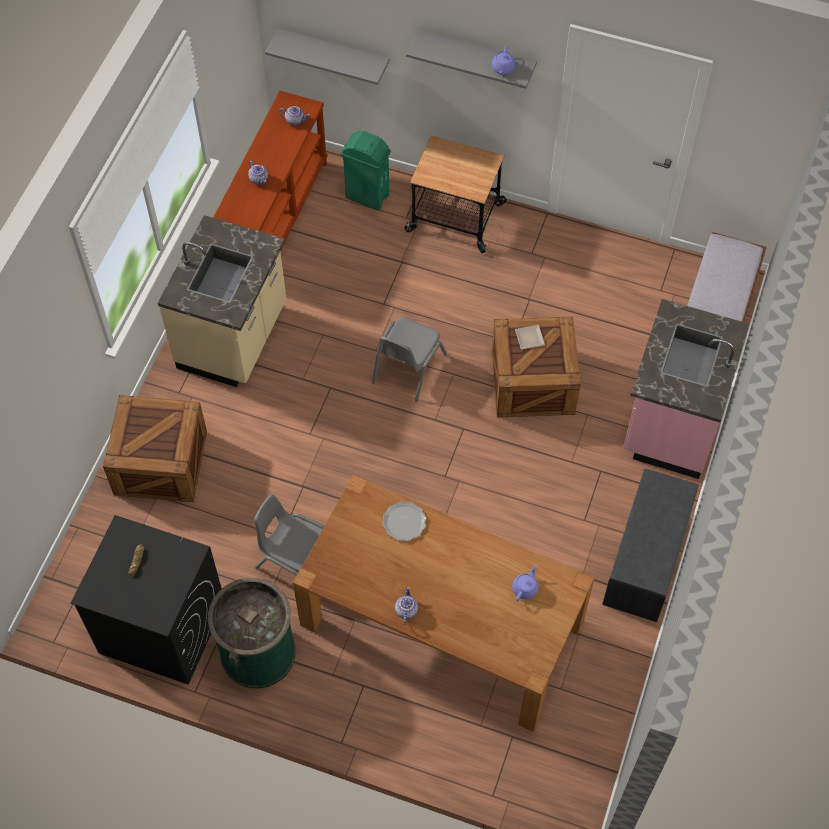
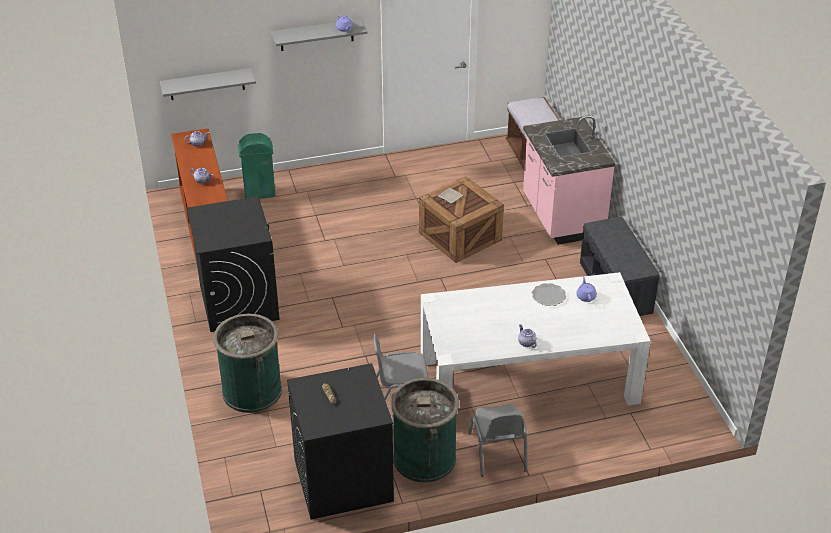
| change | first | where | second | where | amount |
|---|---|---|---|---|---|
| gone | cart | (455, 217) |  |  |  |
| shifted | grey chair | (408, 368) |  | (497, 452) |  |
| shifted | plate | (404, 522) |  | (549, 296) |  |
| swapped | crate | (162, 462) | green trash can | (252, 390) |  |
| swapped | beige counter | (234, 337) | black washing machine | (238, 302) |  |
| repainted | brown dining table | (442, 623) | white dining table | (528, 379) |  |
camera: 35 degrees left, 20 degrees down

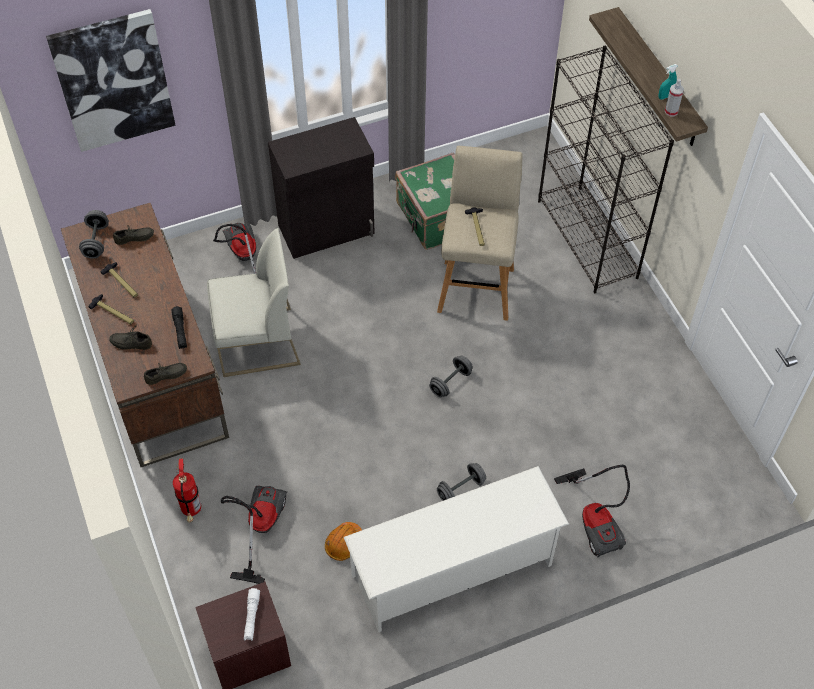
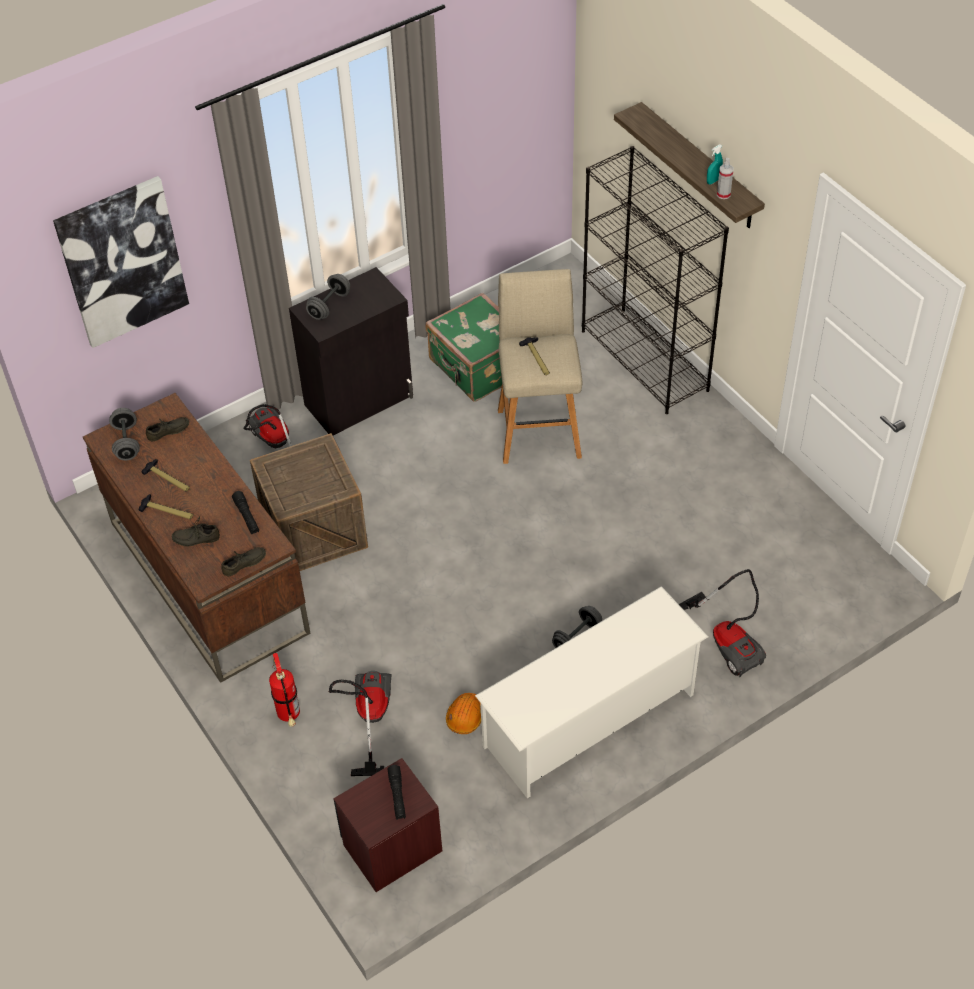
| change | first | where | second | where | amount |
|---|---|---|---|---|---|
| shifted | grey dumbbell | (450, 382) |  | (329, 305) |  |
| swapped | white chair | (256, 342) | crate | (314, 530) |  |
| repainted | white flashlight | (251, 617) | black flashlight | (397, 795) |  |
camera: 10 degrees left, 5 degrees down

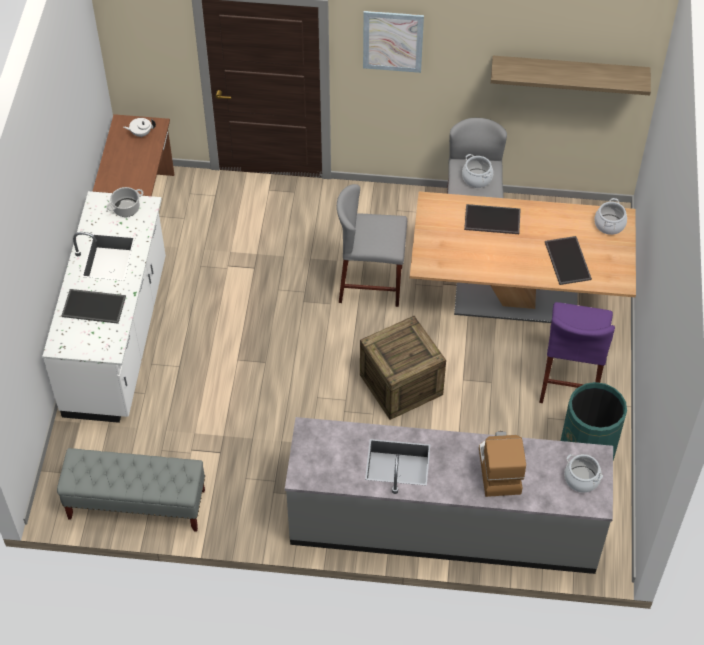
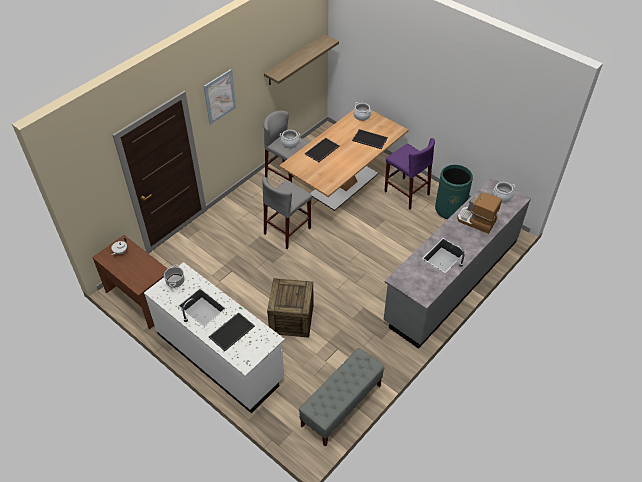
| change | first | where | second | where | amount |
|---|---|---|---|---|---|
| shifted | crate | (401, 384) |  | (291, 319) |  |
camera: 55 degrees left, 5 degrees down

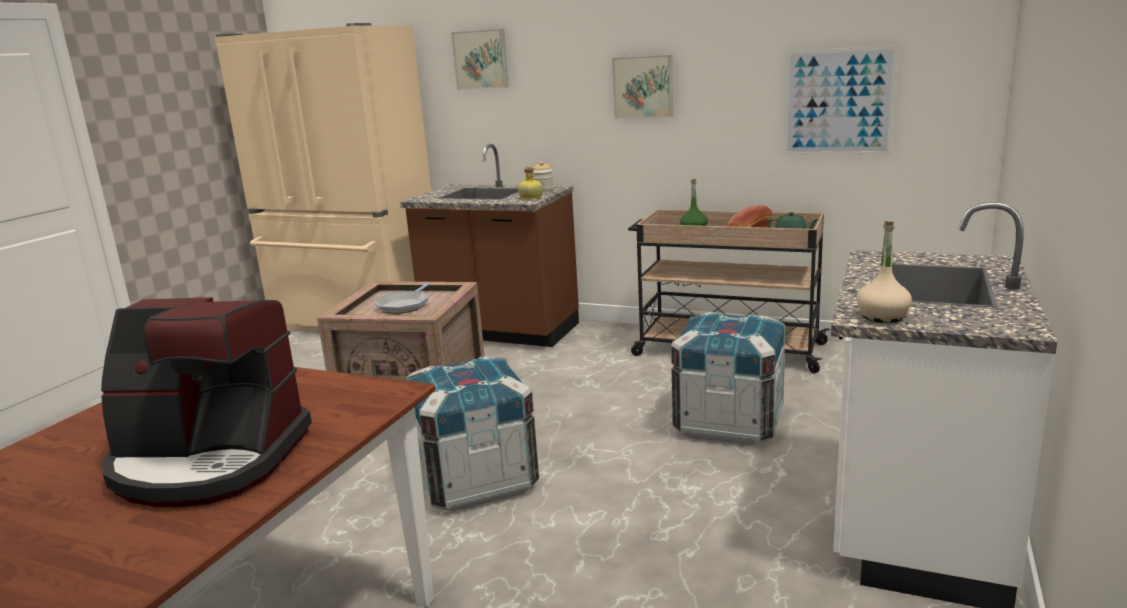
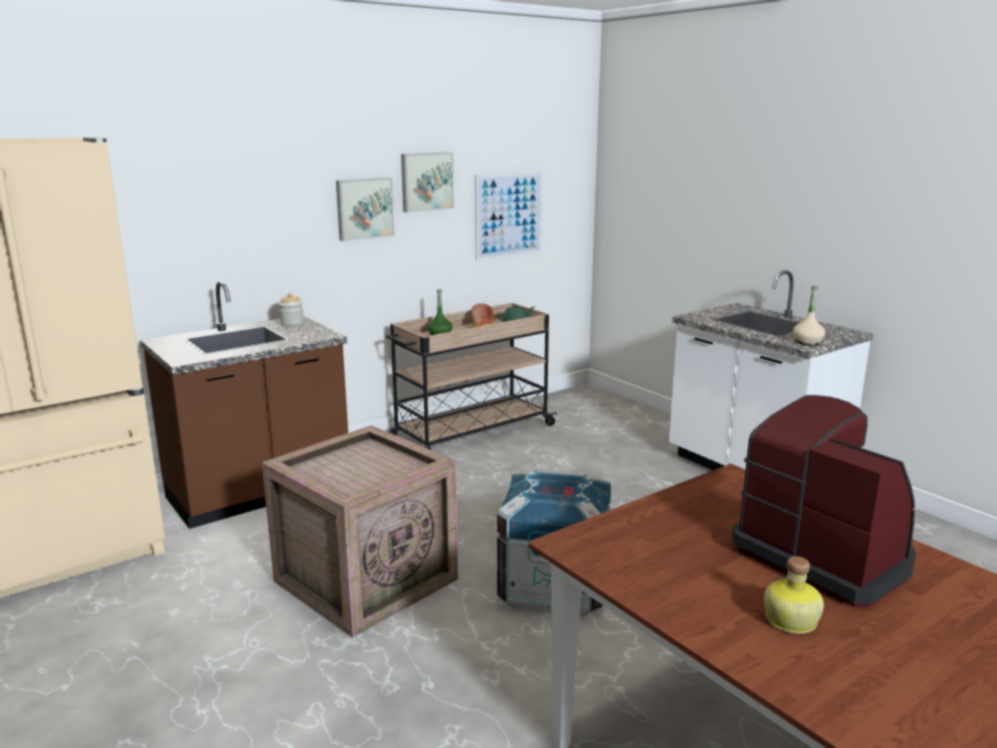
| change | first | where | second | where | amount |
|---|---|---|---|---|---|
| gone | frying pan | (404, 305) |  |  |  |
| gone | crate | (729, 422) |  |  |  |
| shifted | picture | (481, 59) |  | (426, 181) |  |
| shifted | bottle | (530, 198) |  | (790, 621) |  |
| rotated | coffee machine | (209, 461) |  | (824, 556) | 75 degrees counterclockwise |
camera: 60 degrees left, 0 degrees up

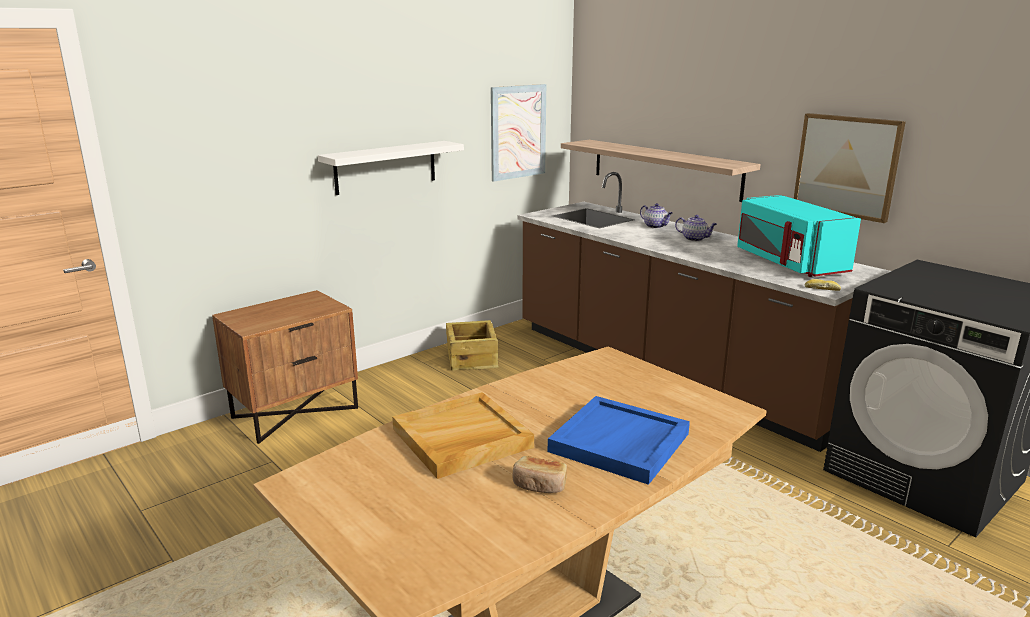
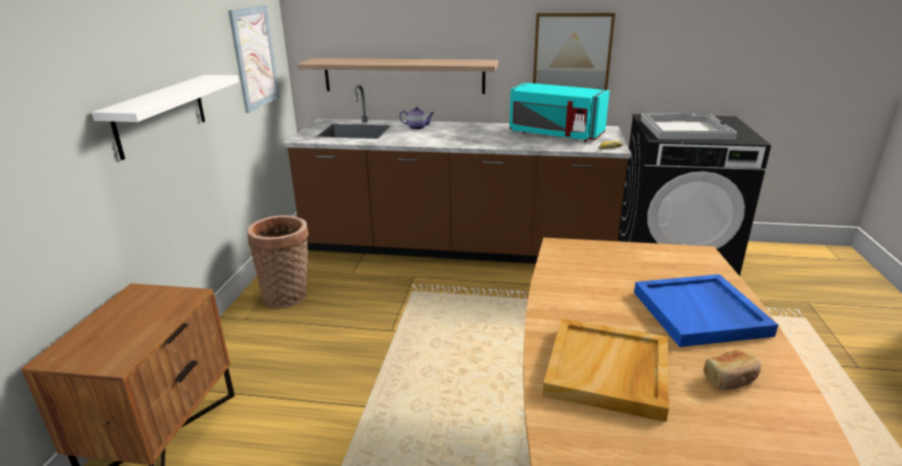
| change | first | where | second | where | amount |
|---|---|---|---|---|---|
| gone | teapot | (695, 239) |  |  |  |
| new |  |  | white tray | (684, 129) |  |
| swapped | crate | (472, 358) | basket | (288, 296) |  |
camera: 40 degrees left, 5 degrees up

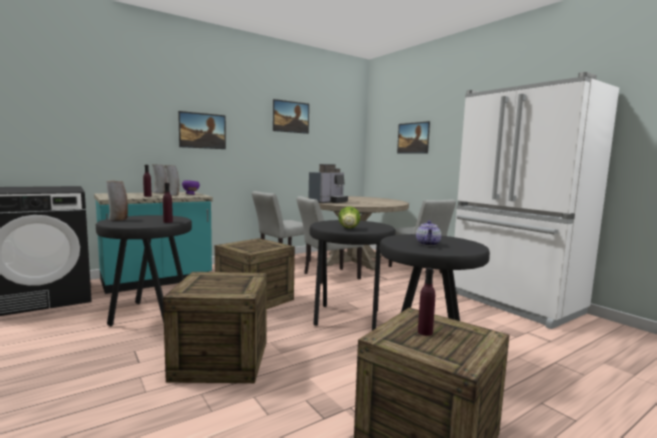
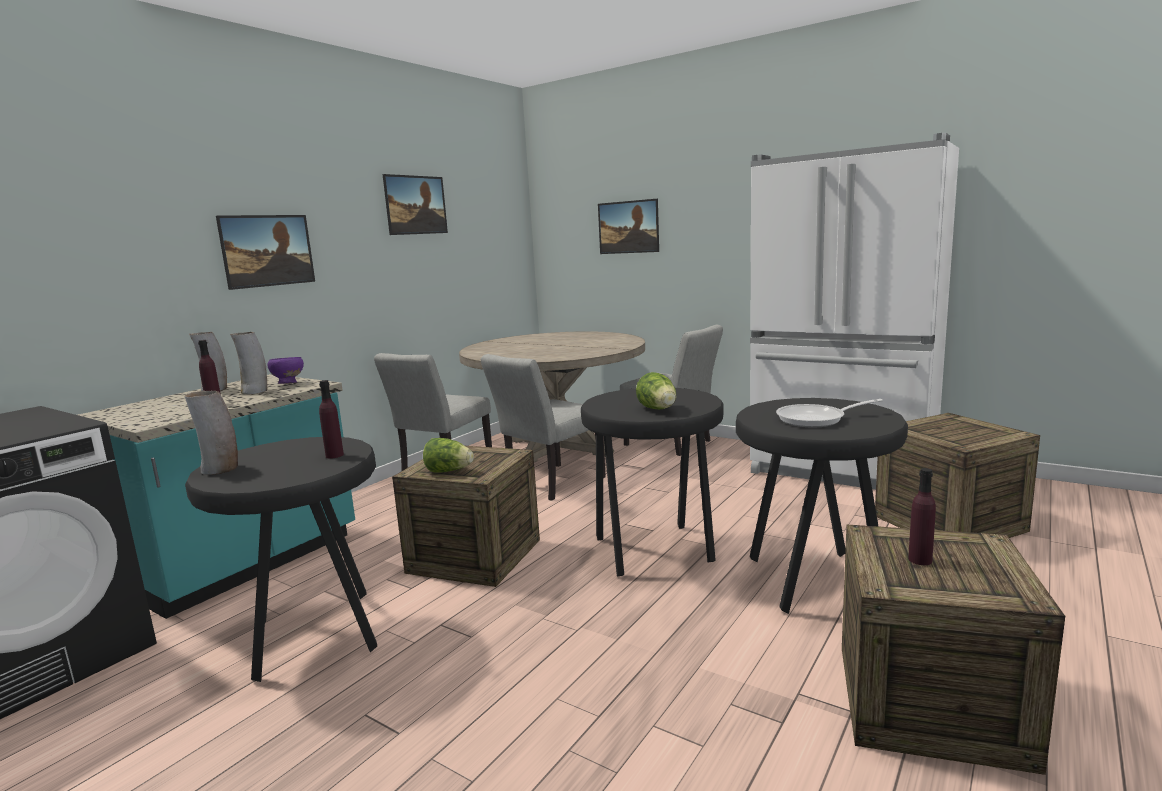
| change | first | where | second | where | amount |
|---|---|---|---|---|---|
| gone | coffee machine | (328, 201) |  |  |  |
| new |  |  | lettuce | (449, 471) |  |
| shifted | crate | (221, 360) |  | (949, 523) |  |
| swapped | teapot | (428, 244) | frying pan | (816, 419) |  |
camera: 20 degrees left, 5 degrees up

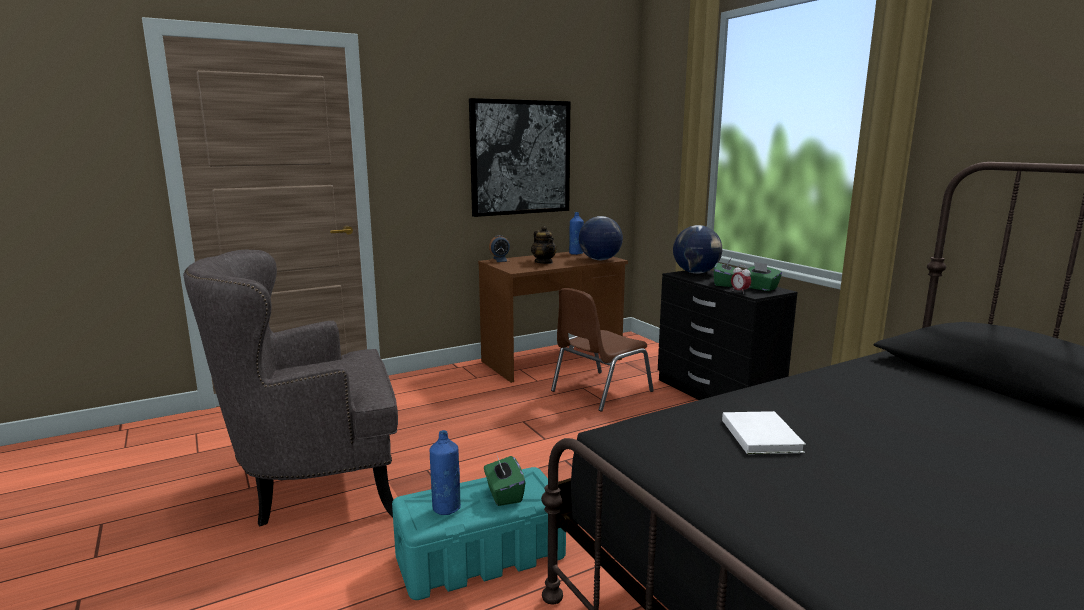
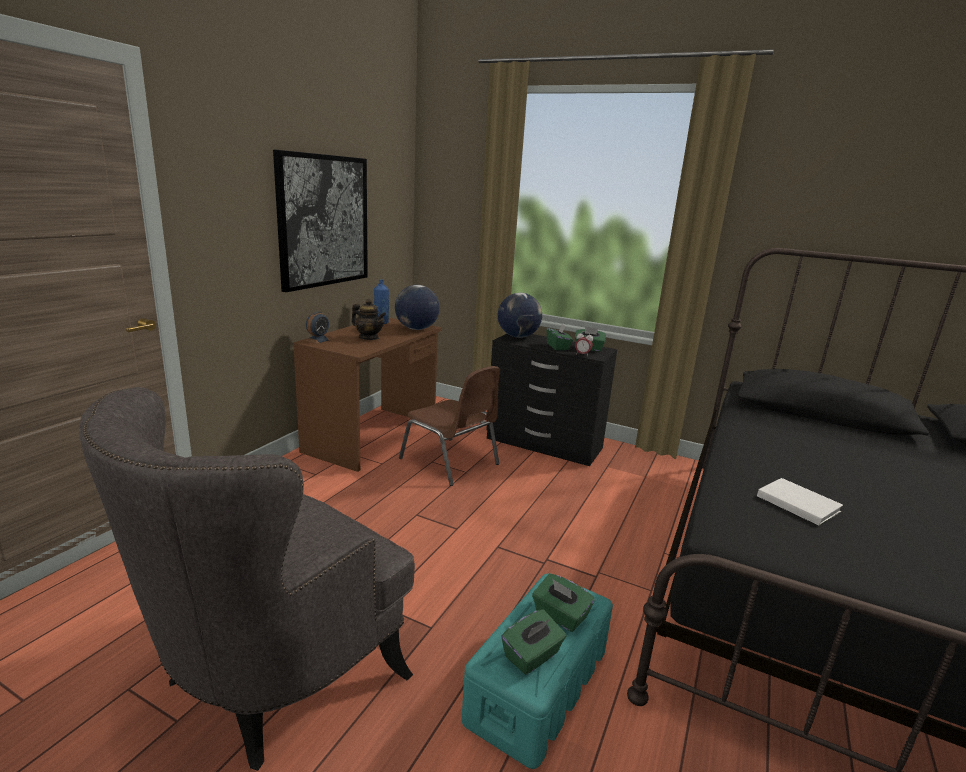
| change | first | where | second | where | amount |
|---|---|---|---|---|---|
| swapped | blue bottle | (446, 508) | green tissue box | (532, 656) |  |
| rotated | brown chair | (599, 391) |  | (450, 462) | 60 degrees counterclockwise |
camera: 35 degrees left, 5 degrees up

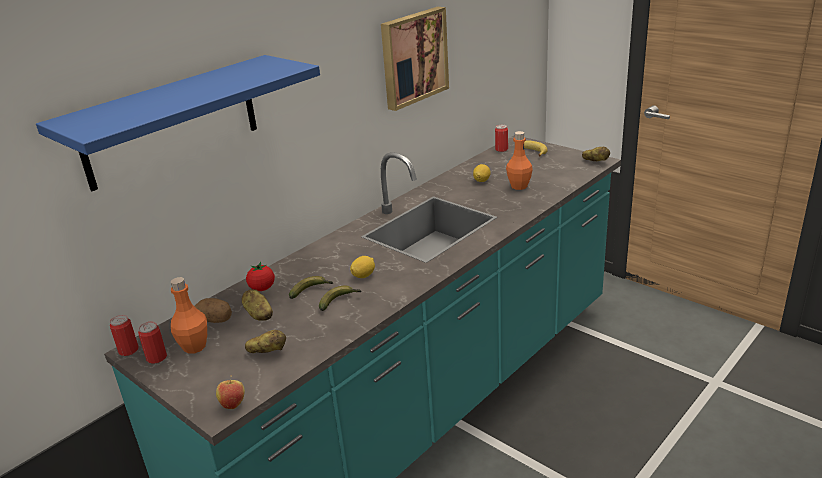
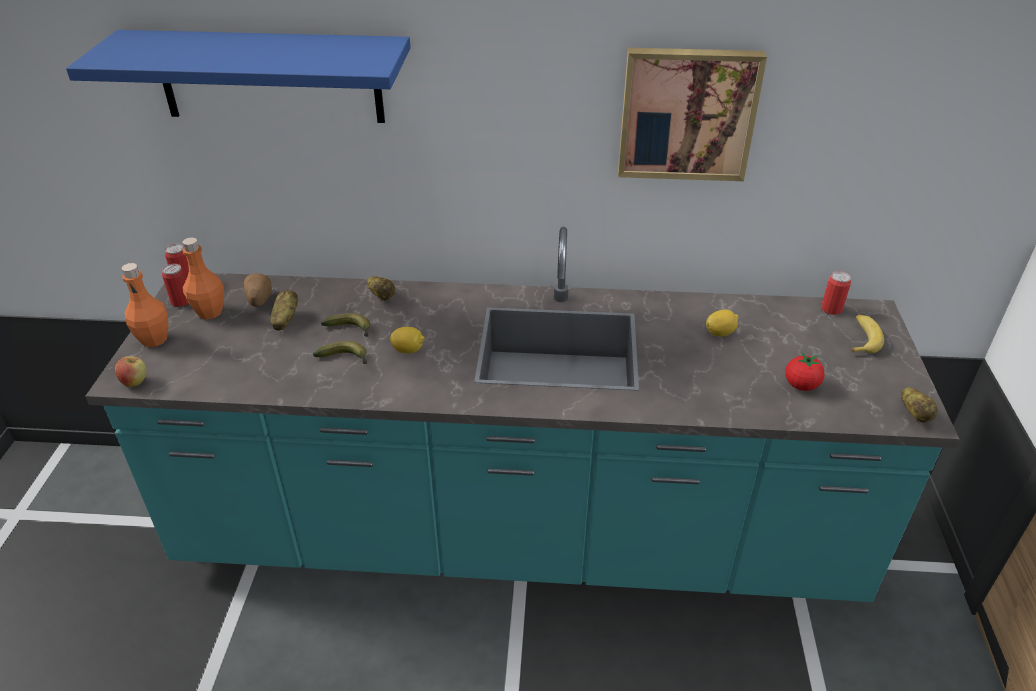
| change | first | where | second | where | amount |
|---|---|---|---|---|---|
| shifted | potato | (267, 352) |  | (382, 296) |  |
| shifted | tomato | (262, 288) |  | (801, 385) |  |
| shifted | orange bottle | (519, 186) |  | (154, 339) |  |
camera: 50 degrees right, 10 degrees up

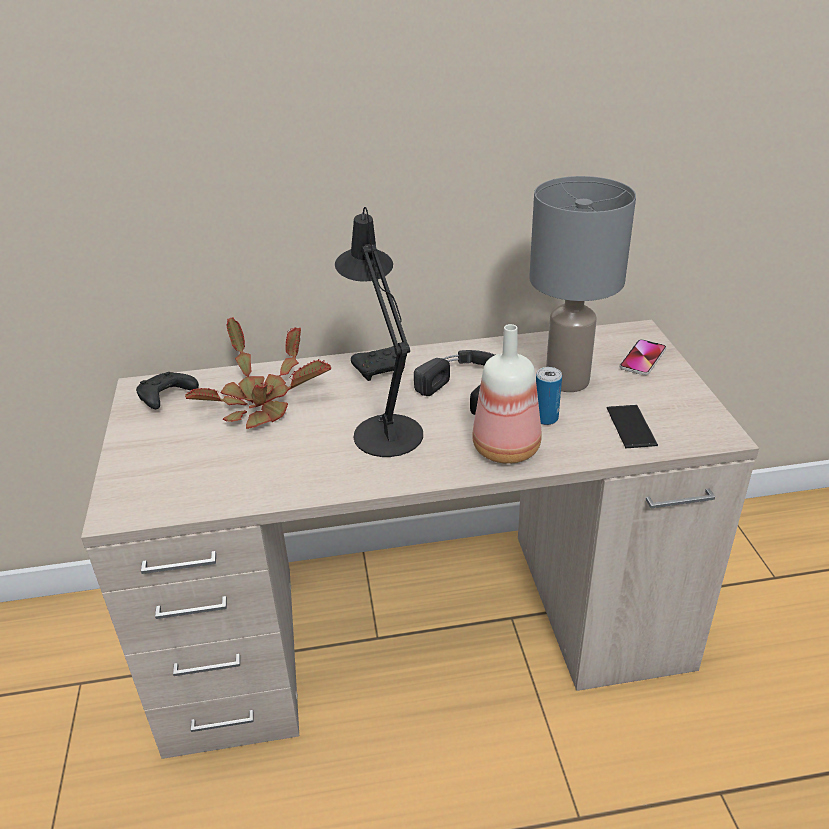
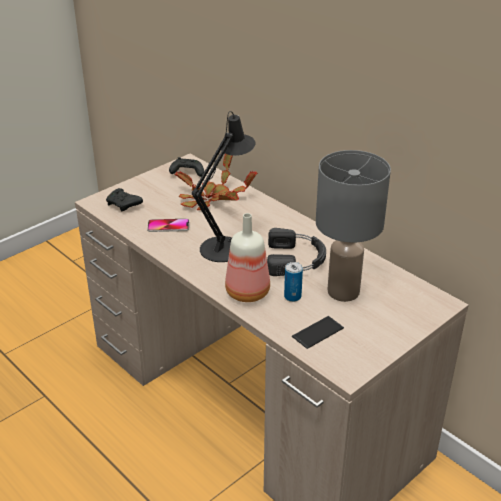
| change | first | where | second | where | amount |
|---|---|---|---|---|---|
| shifted | black game controller | (382, 370) |  | (124, 205) |  |
| shifted | phone | (642, 358) |  | (168, 226) |  |
camera: 55 degrees right, 0 degrees up

